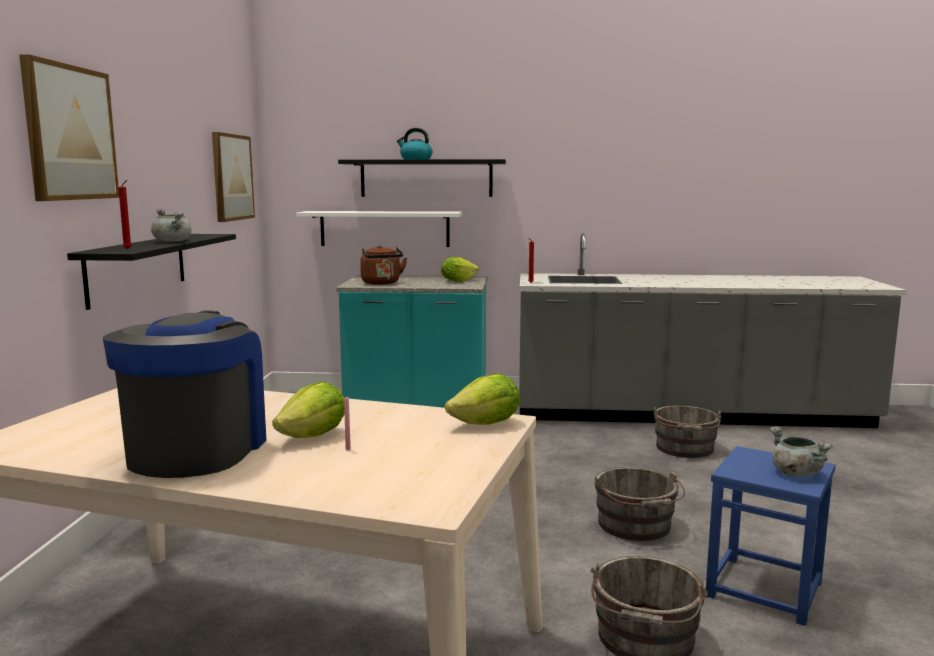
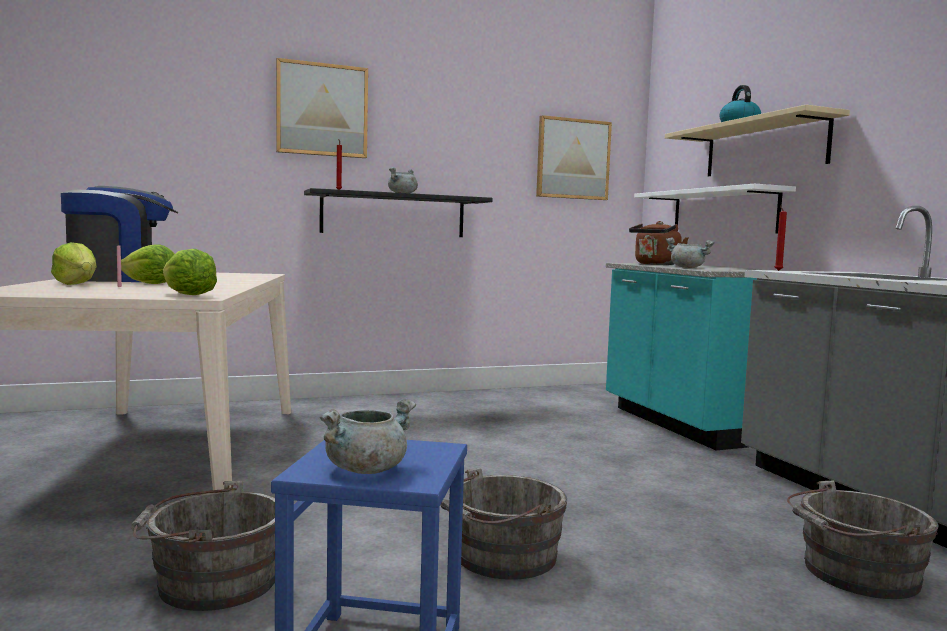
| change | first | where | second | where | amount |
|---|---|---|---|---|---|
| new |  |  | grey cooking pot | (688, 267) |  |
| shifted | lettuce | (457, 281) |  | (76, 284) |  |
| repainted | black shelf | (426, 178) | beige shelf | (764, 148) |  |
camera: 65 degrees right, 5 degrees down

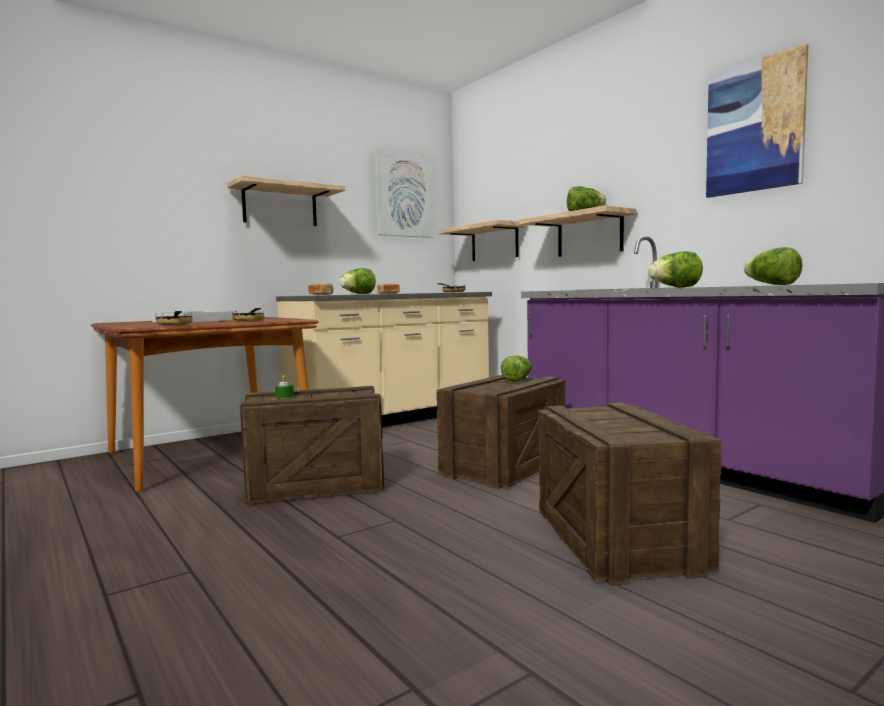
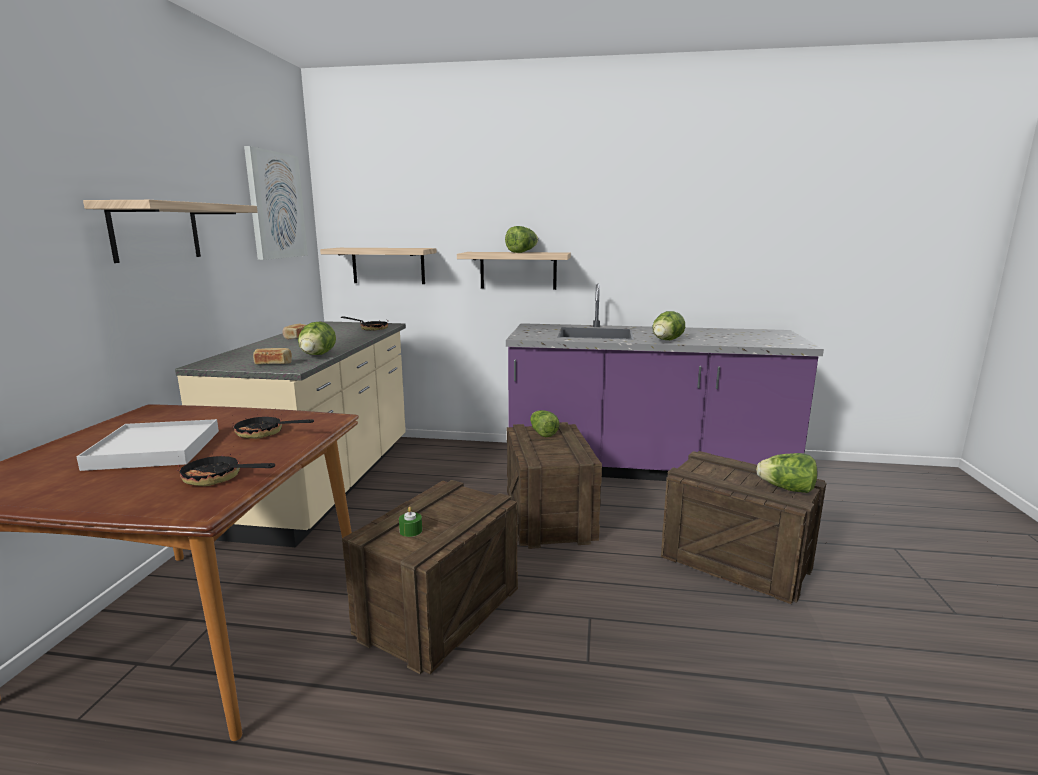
| change | first | where | second | where | amount |
|---|---|---|---|---|---|
| gone | picture | (754, 126) |  |  |  |
| shifted | lettuce | (772, 285) |  | (786, 489) |  |
camera: 45 degrees left, 10 degrees up

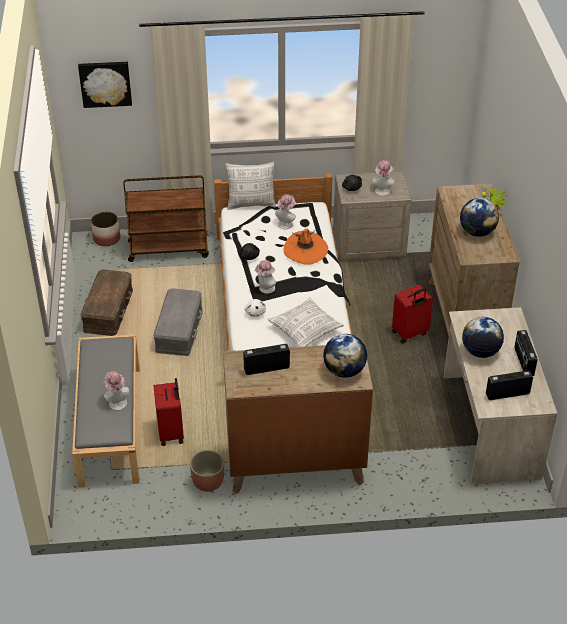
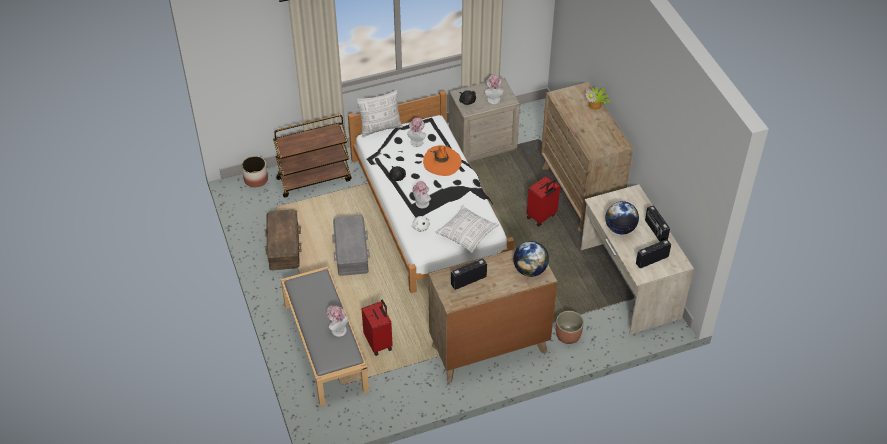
| change | first | where | second | where | amount |
|---|---|---|---|---|---|
| gone | picture | (105, 83) |  |  |  |
| gone | globe | (477, 232) |  |  |  |
| shifted | planter | (208, 481) |  | (568, 335) |  |
camera: 15 degrees left, 5 degrees up

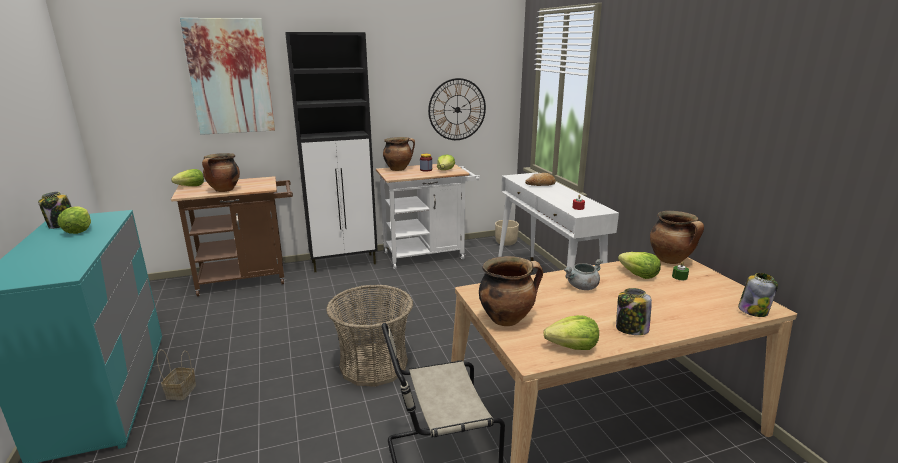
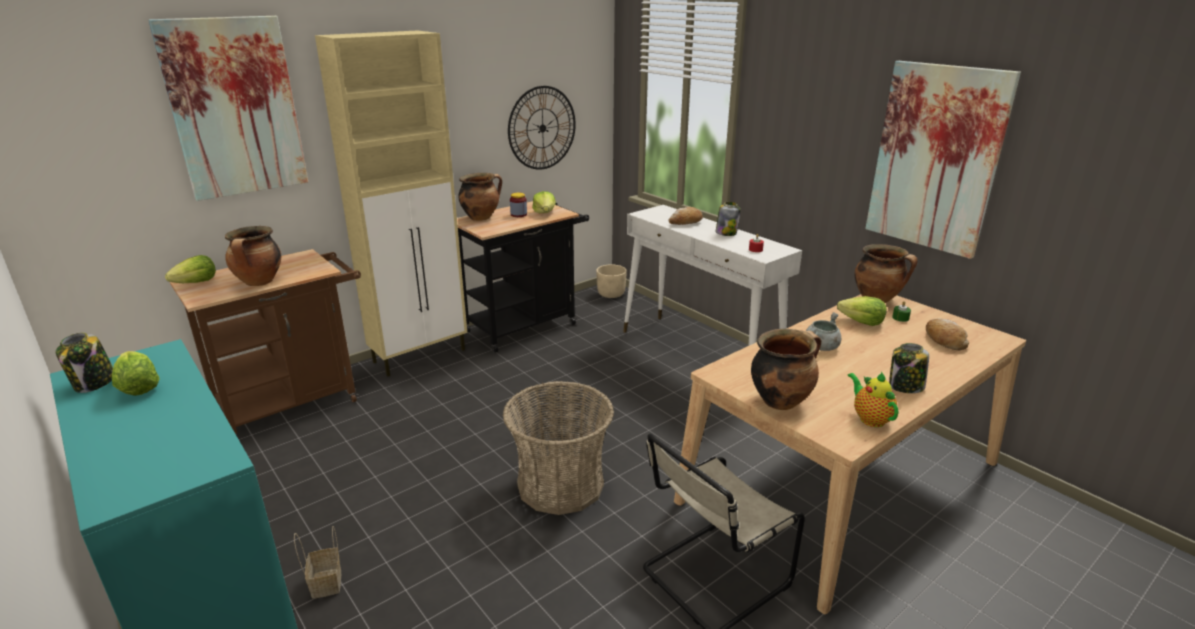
| change | first | where | second | where | amount |
|---|---|---|---|---|---|
| new |  |  | picture | (936, 158) |  |
| new |  |  | bread | (944, 340) |  |
| shifted | jar | (753, 310) |  | (726, 233) |  |
| swapped | lettuce | (572, 346) | teapot | (870, 418) |  |
| repainted | black cabinet | (344, 263) | beige cabinet | (421, 355) |  |
| repainted | white cart | (428, 254) | black cart | (526, 325) |  |
camera: 20 degrees left, 5 degrees up

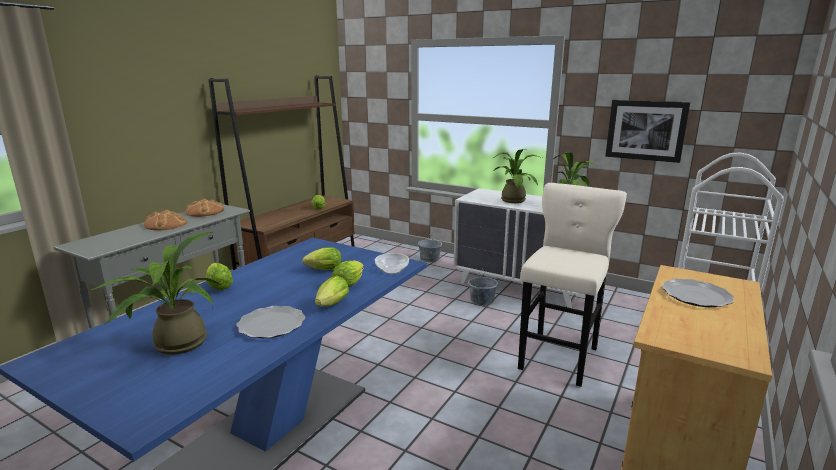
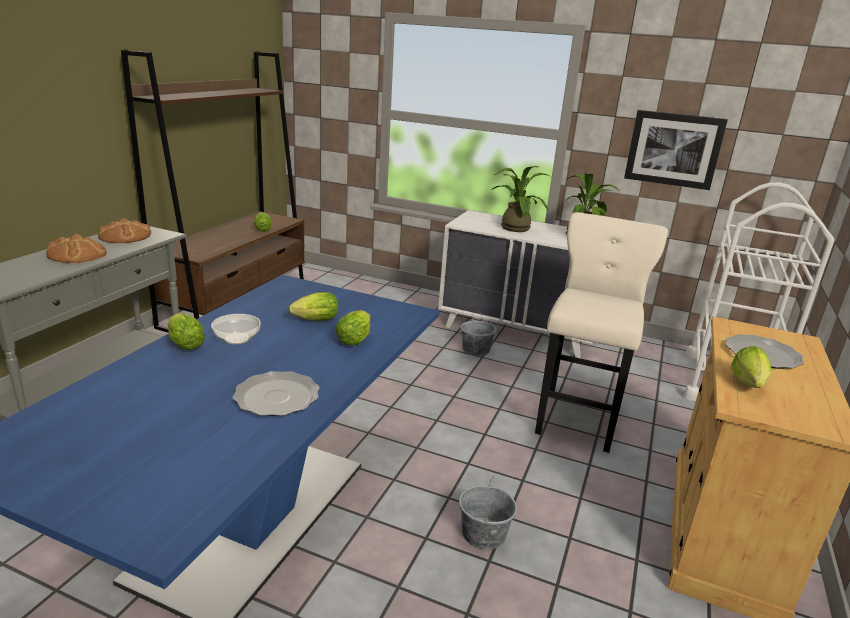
| change | first | where | second | where | amount |
|---|---|---|---|---|---|
| gone | potted plant | (174, 344) |  |  |  |
| shifted | lettuce | (331, 306) |  | (749, 385) |  |
| shifted | bowl | (391, 270) |  | (236, 338) |  |
| shifted | grey bucket | (429, 259) |  | (483, 533) |  |
camera: 10 degrees left, 5 degrees up

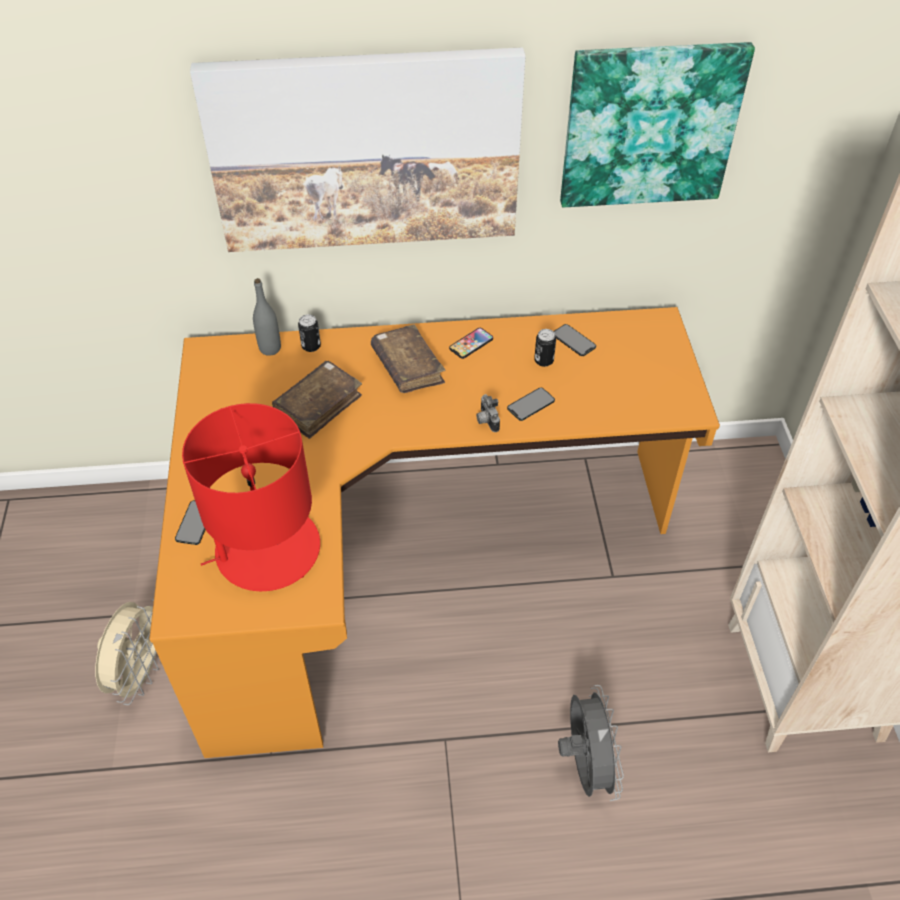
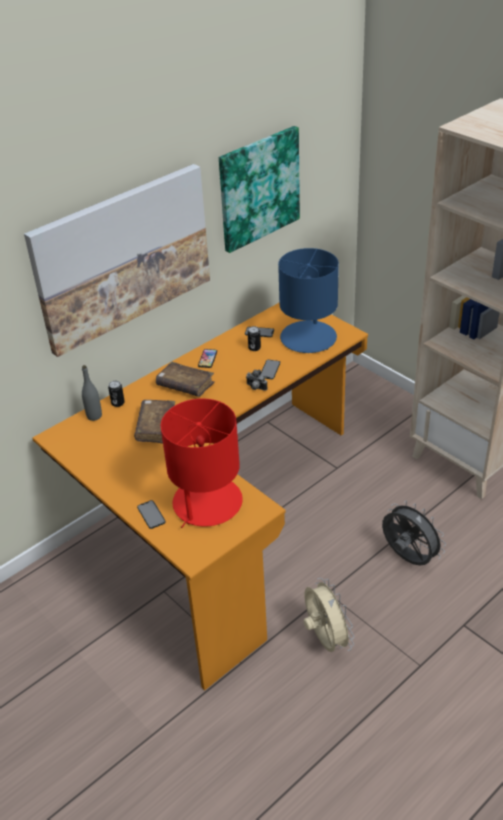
| change | first | where | second | where | amount |
|---|---|---|---|---|---|
| new |  |  | blue table lamp | (308, 337) |  |
| shifted | beige fan | (141, 673) |  | (325, 639) |  |
camera: 35 degrees left, 10 degrees down

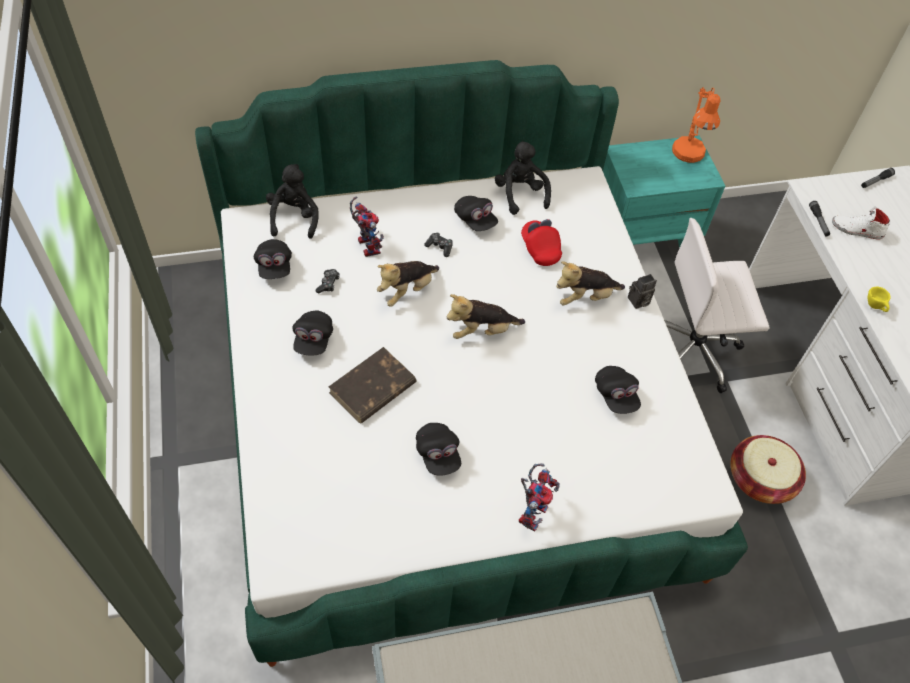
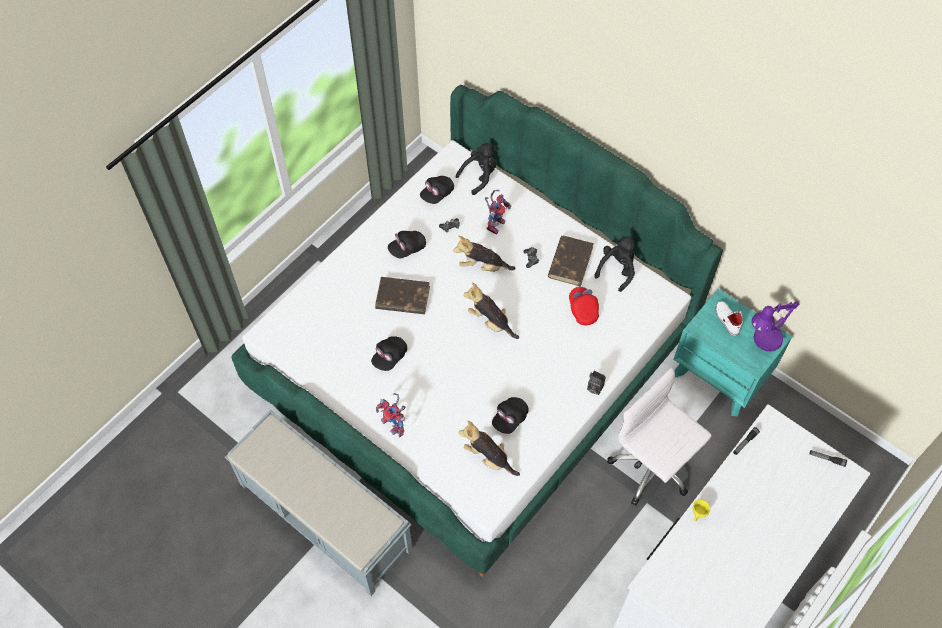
| change | first | where | second | where | amount |
|---|---|---|---|---|---|
| gone | basket | (760, 479) |  |  |  |
| shifted | plush toy | (585, 297) |  | (488, 457) |  |
| shifted | white shoe | (857, 230) |  | (726, 320) |  |
| swapped | black cap | (475, 220) | brown book | (570, 262) |  |
| repainted | orange table lamp | (688, 156) | purple table lamp | (762, 342) |  |
| rotated | toy robot | (532, 510) |  | (395, 424) | 60 degrees clockwise |
| rotated | red cap | (540, 249) |  | (583, 309) | 45 degrees counterclockwise |
camera: 55 degrees right, 5 degrees up

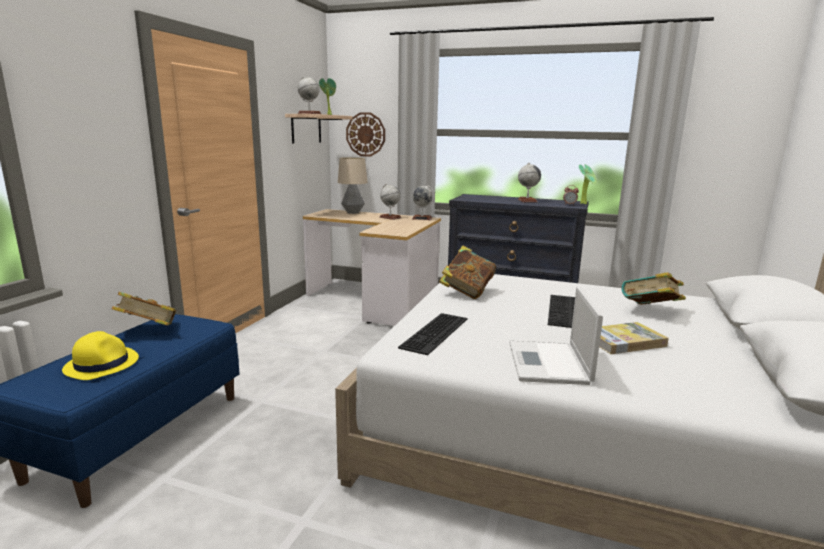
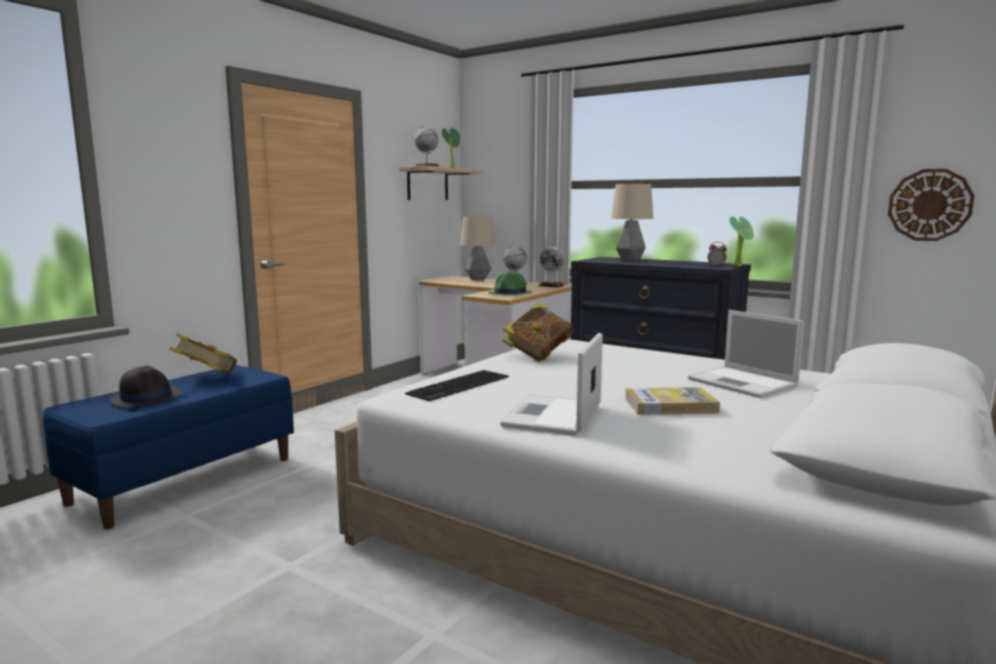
| change | first | where | second | where | amount |
|---|---|---|---|---|---|
| gone | globe | (527, 200) |  |  |  |
| gone | keyboard | (564, 311) |  |  |  |
| new |  |  | green hat | (510, 293) |  |
| new |  |  | table lamp | (630, 260) |  |
| shifted | wall clock | (365, 134) |  | (929, 205) |  |
| swapped | book | (650, 311) | laptop | (744, 383) |  |
| repainted | yellow hat | (102, 364) | black hat | (146, 398) |  |
camera: 15 degrees right, 5 degrees down

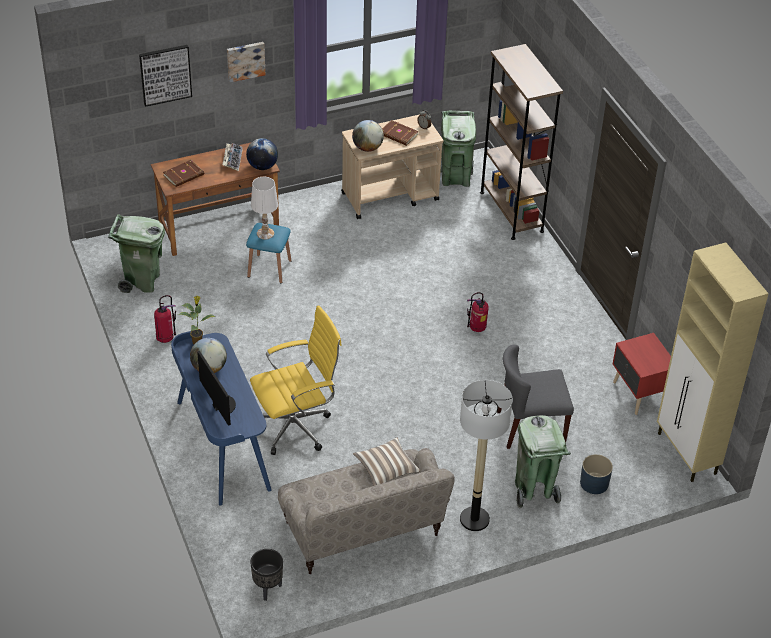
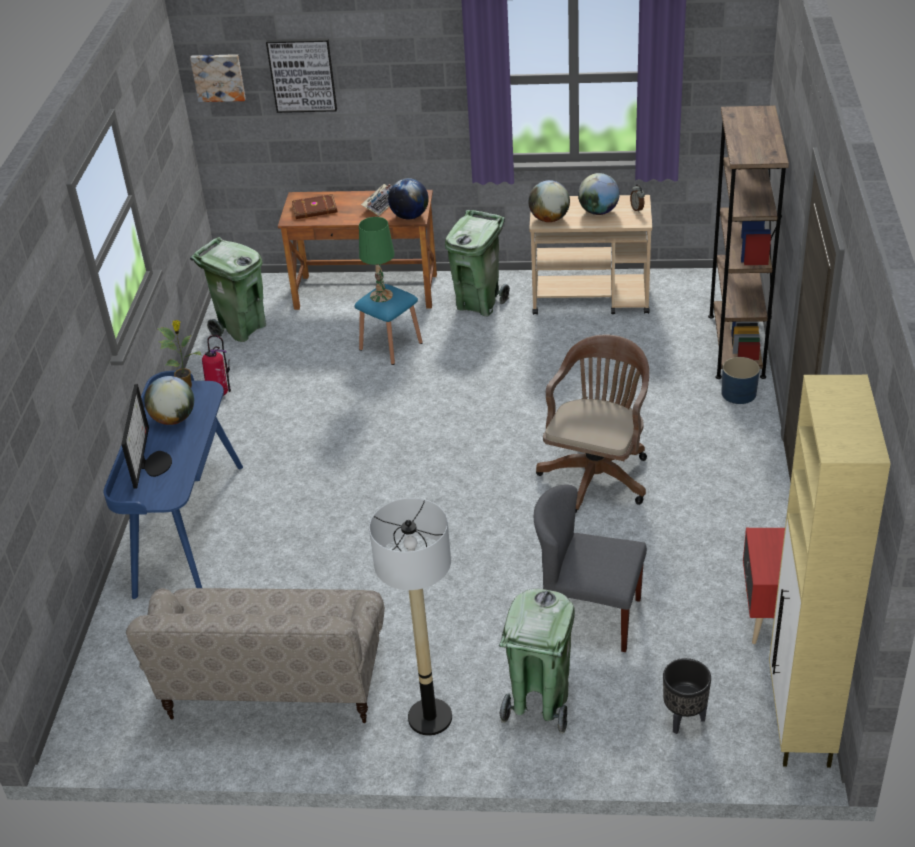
| change | first | where | second | where | amount |
|---|---|---|---|---|---|
| gone | yellow office chair | (297, 427) |  |  |  |
| gone | pillow | (385, 469) |  |  |  |
| shifted | picture | (245, 60) |  | (218, 77) |  |
| shifted | black planter | (267, 589) |  | (683, 719) |  |
| shifted | green trash can | (455, 178) |  | (479, 303) |  |
| shifted | blue planter | (594, 483) |  | (738, 393) |  |
| swapped | brown book | (398, 135) | globe | (598, 212) |  |
| swapped | fire extinguisher | (476, 329) | brown office chair | (597, 474) |  |
| repainted | white table lamp | (265, 233) | green table lamp | (381, 296) |  |
camera: 30 degrees right, 5 degrees down

